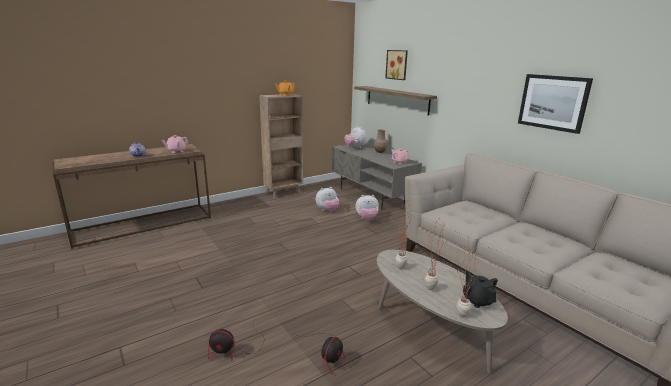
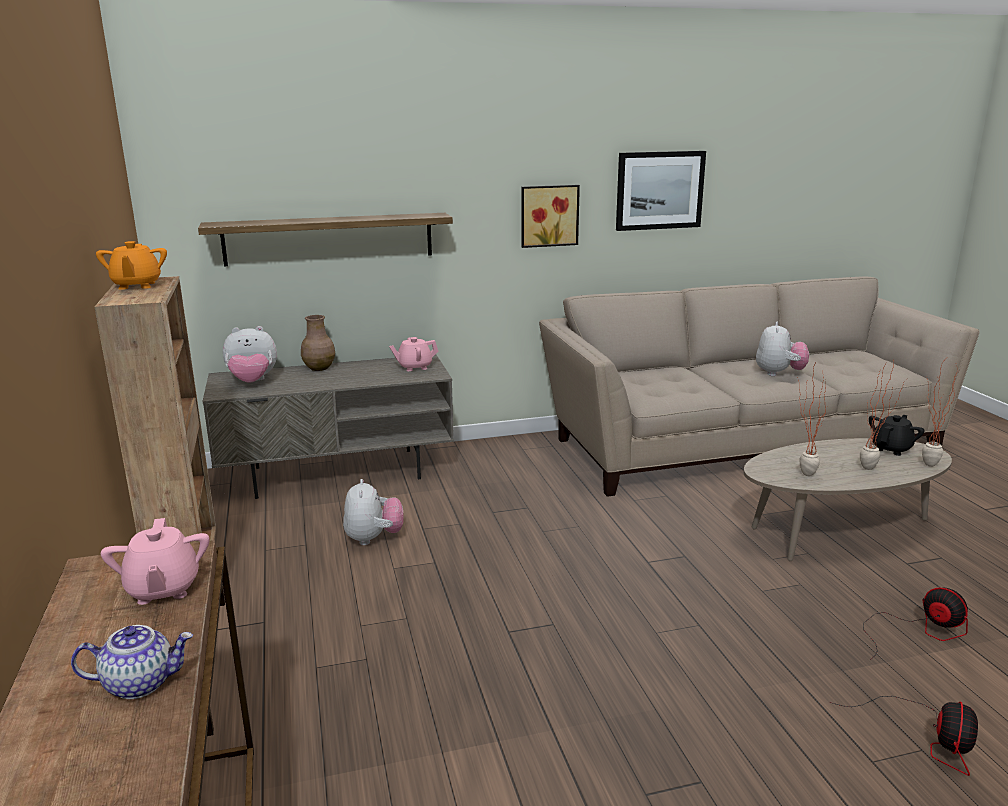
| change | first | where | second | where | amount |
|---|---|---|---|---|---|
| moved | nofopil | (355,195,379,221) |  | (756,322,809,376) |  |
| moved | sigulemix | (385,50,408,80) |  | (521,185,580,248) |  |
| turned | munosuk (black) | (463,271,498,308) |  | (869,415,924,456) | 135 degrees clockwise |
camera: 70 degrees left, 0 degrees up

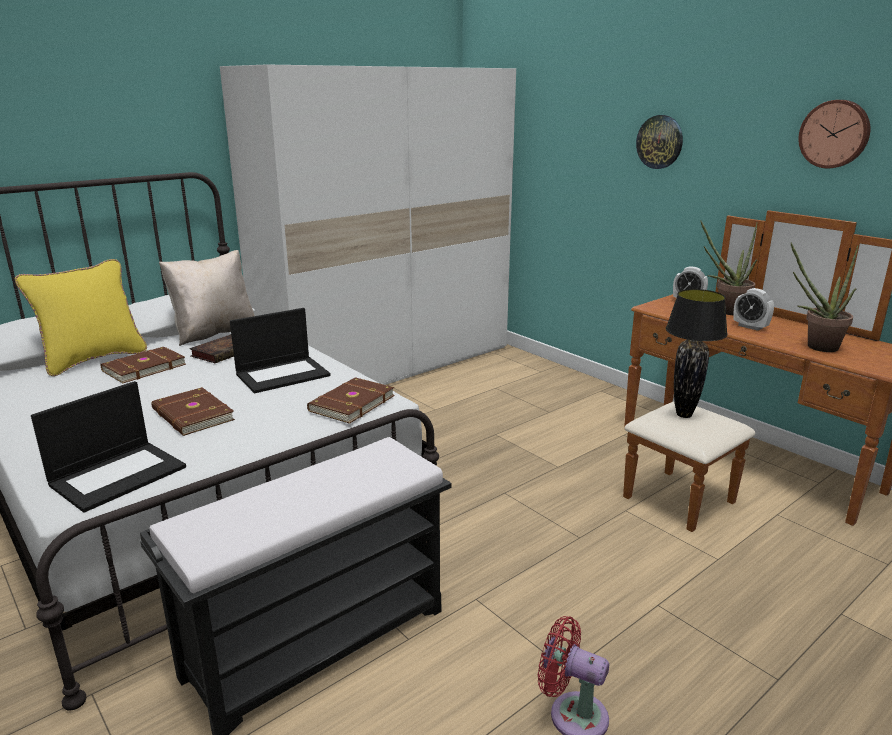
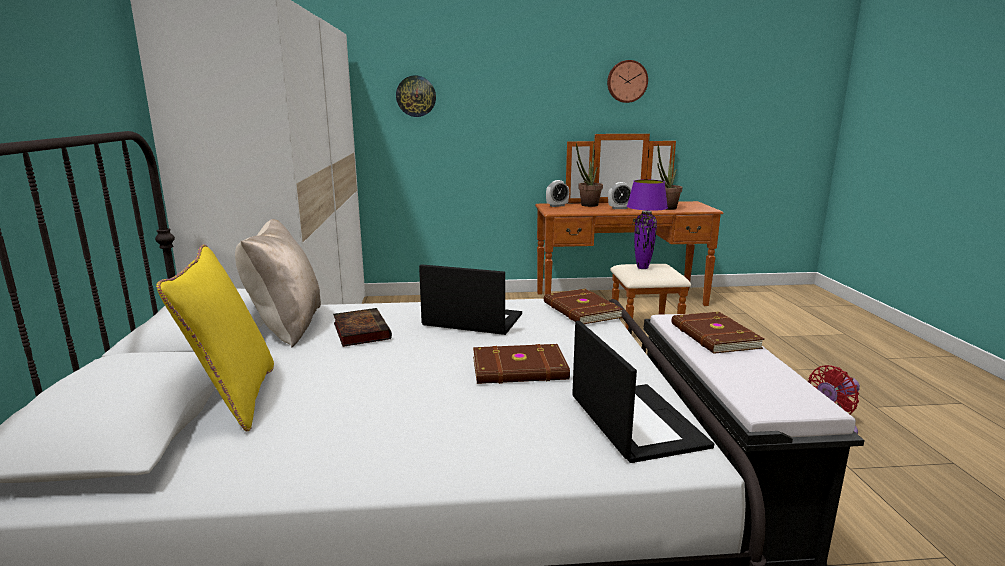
| change | first | where | second | where | amount |
|---|---|---|---|---|---|
| moved | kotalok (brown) | (101,347,186,383) |  | (671,312,765,354) |  |
| turned | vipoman | (230,308,331,393) |  | (419,264,522,335) | 75 degrees counterclockwise |
| moved | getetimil | (636,115,683,169) |  | (396,75,436,117) |  |
| recoloured | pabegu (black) | (666,289,728,418) | pabegu (purple) | (627,179,668,269) |  |
camera: 55 degrees left, 5 degrees down

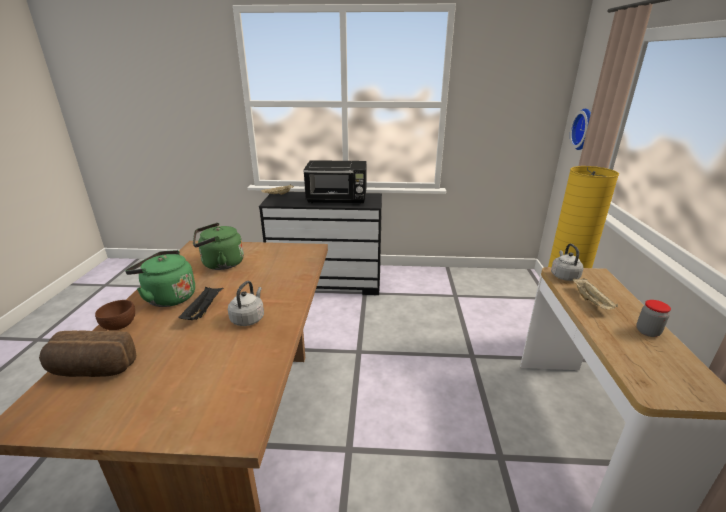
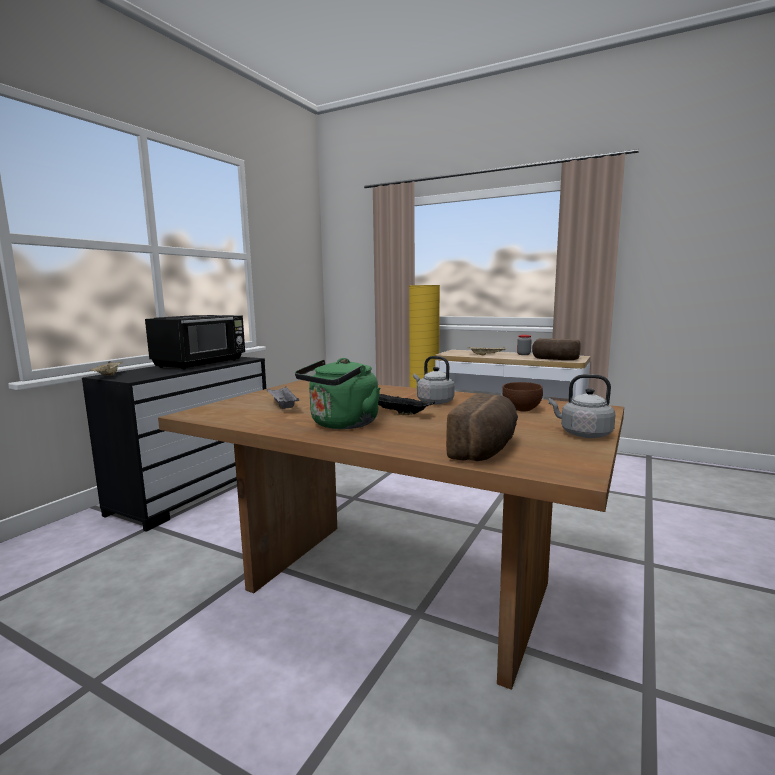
| change | first | where | second | where | amount |
|---|---|---|---|---|---|
| moved | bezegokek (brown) | (95,300,135,330) |  | (502,382,543,412) |  |
| replaced | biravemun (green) | (193,223,244,270) | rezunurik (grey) | (266,387,299,409) |  |
| moved | biravemun (grey) | (551,244,583,281) |  | (548,374,616,438) |  |
| removed | getetimil | (570,109,591,150) |  |  |  |
| added |  |  | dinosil | (532,338,580,360) |  |
camera: 65 degrees left, 15 degrees down

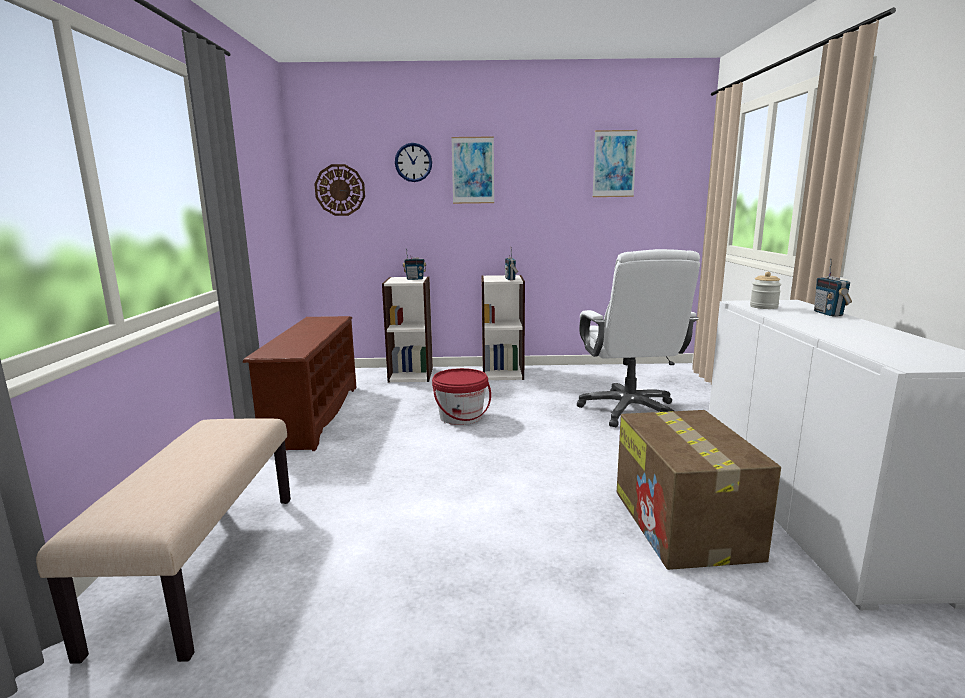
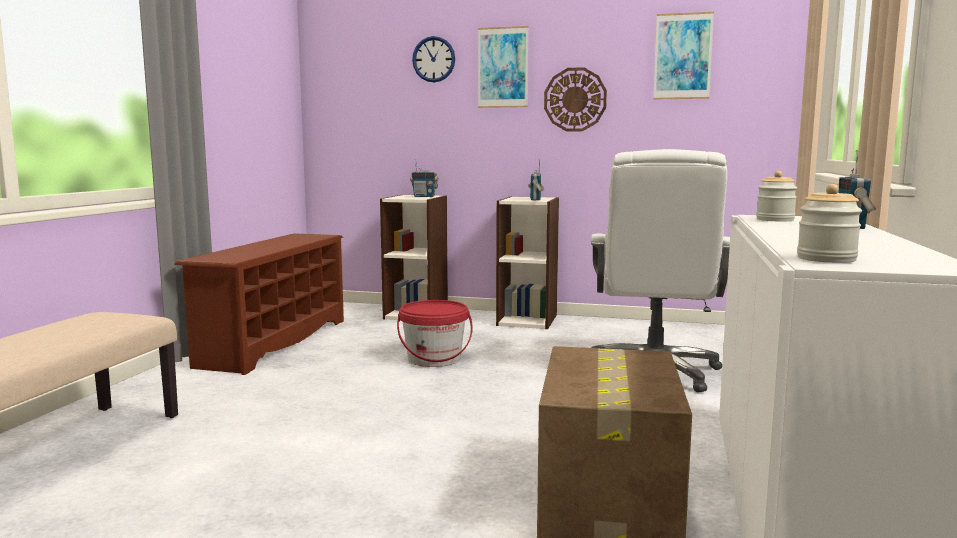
| change | first | where | second | where | amount |
|---|---|---|---|---|---|
| moved | getetimil | (315,164,365,216) |  | (544,67,607,131) |  |
| added |  |  | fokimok | (797,184,862,263) |  |
camera: 15 degrees right, 5 degrees down

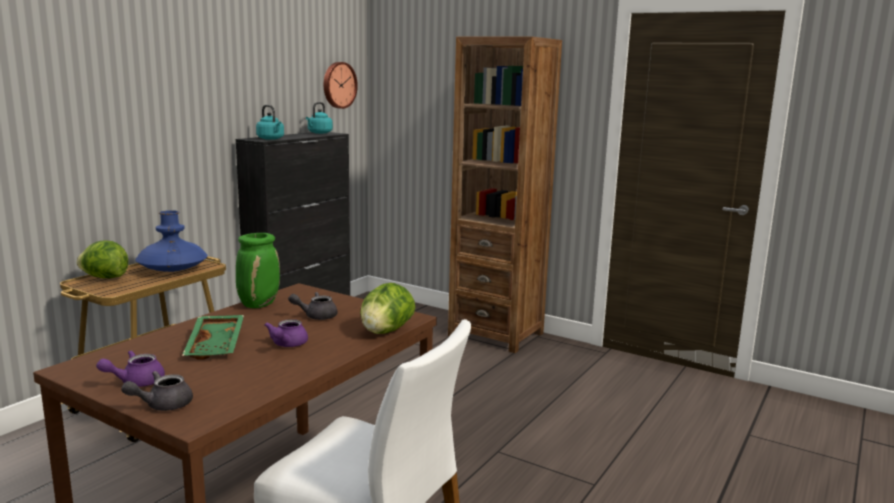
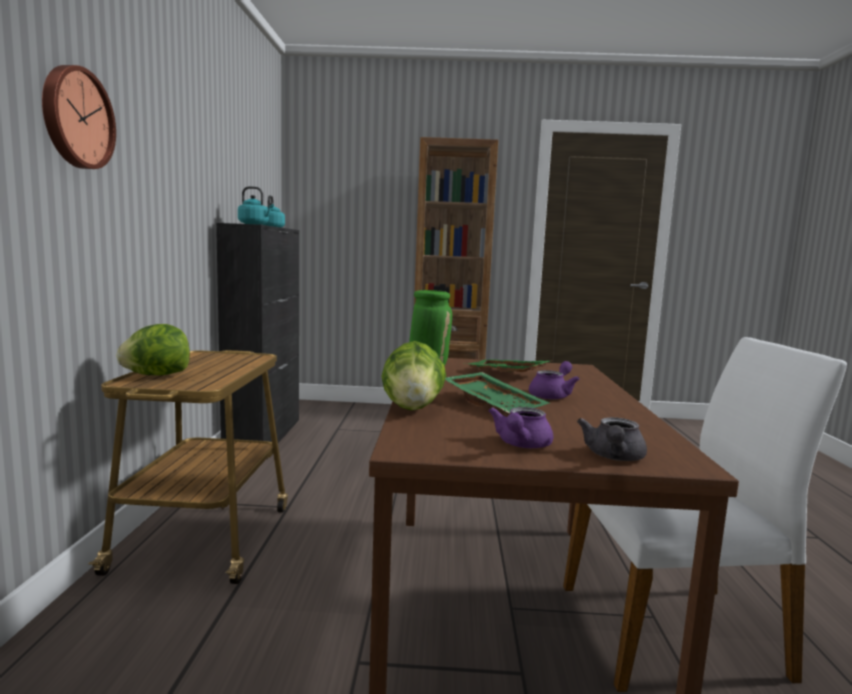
| change | first | where | second | where | amount |
|---|---|---|---|---|---|
| removed | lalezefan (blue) | (135,210,208,272) |  |  |  |
| turned | munosuk (purple) | (264,319,308,347) |  | (529,361,579,400) | 120 degrees counterclockwise |
| replaced | munosuk (grey) | (288,292,338,320) | rezunurik (green) | (469,359,550,372) |  |
| moved | getetimil | (324,62,358,109) |  | (42,65,116,169) |  |
| moved | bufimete | (360,283,415,334) |  | (381,341,446,411) |  |
camera: 30 degrees left, 5 degrees down

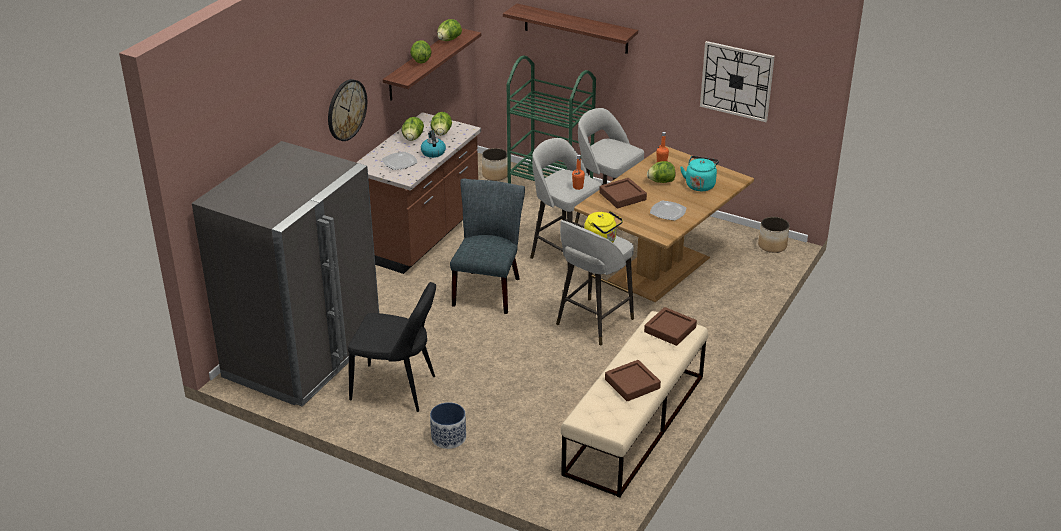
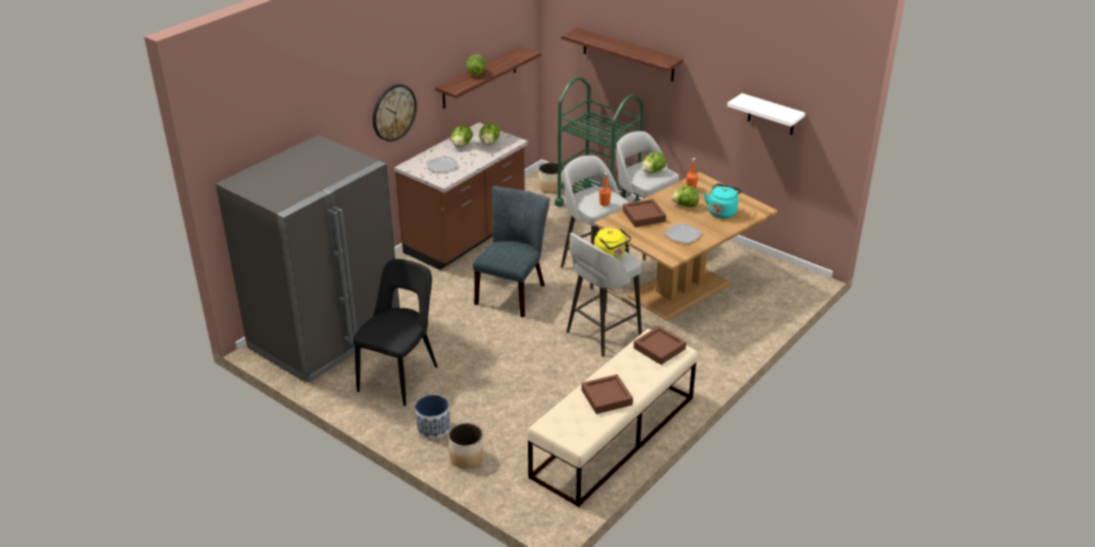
| change | first | where | second | where | amount |
|---|---|---|---|---|---|
| turned | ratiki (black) | (348,282,436,412) |  | (353,259,438,406) | 90 degrees counterclockwise |
| removed | biravemun | (421,130,446,158) |  |  |  |
| moved | bufimete | (437,19,462,41) |  | (642,152,666,173) |  |
| replaced | getetimil | (700,41,775,122) | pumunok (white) | (727,93,805,135) |  |
| moved | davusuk | (758,217,790,253) |  | (448,423,484,468) |  |
camera: 10 degrees right, 0 degrees up

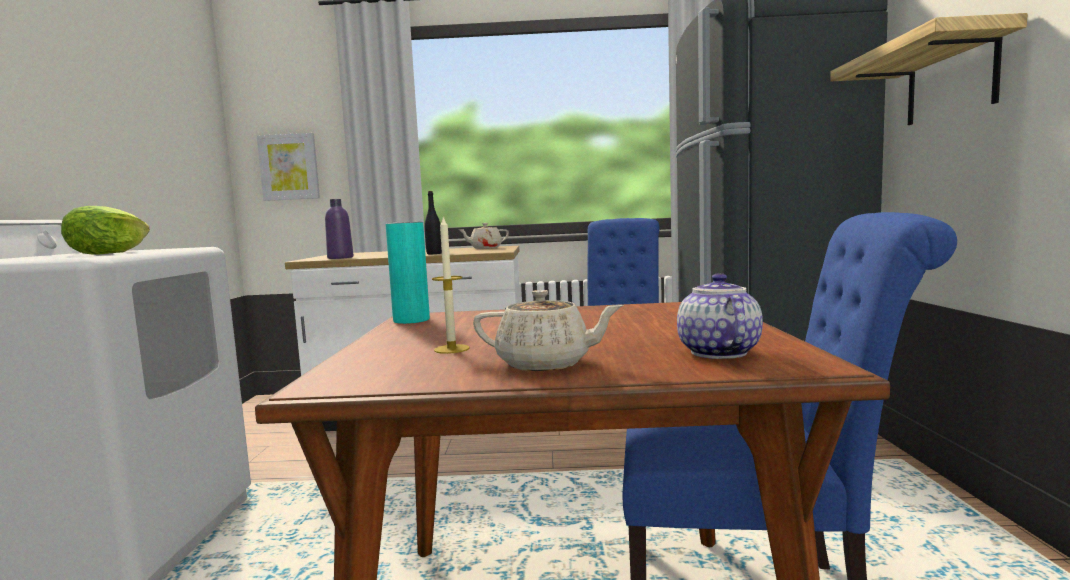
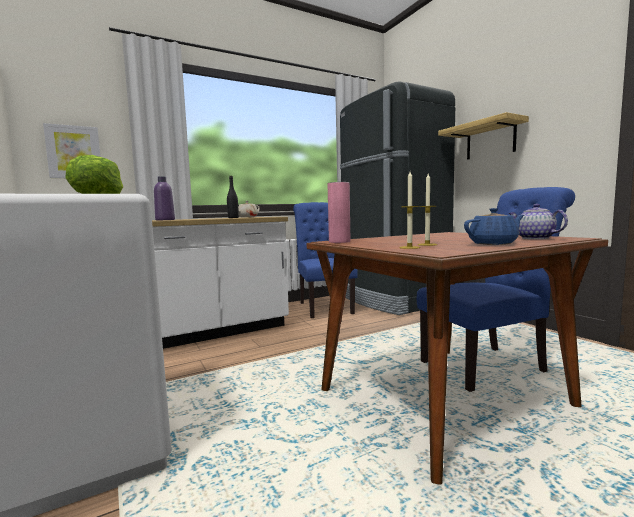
| change | first | where | second | where | amount |
|---|---|---|---|---|---|
| recoloured | lalezefan (turquoise) | (386,222,430,324) | lalezefan (pink) | (328,182,350,243) |  |
| recoloured | munosuk (beige) | (473,290,624,371) | munosuk (blue) | (464,208,524,245) |  |
| added |  |  | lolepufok | (399,172,420,249) |  |
camera: 30 degrees left, 0 degrees up

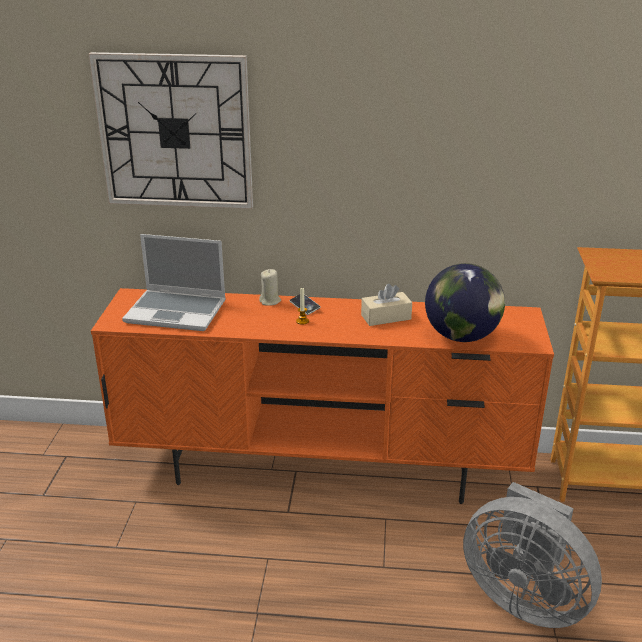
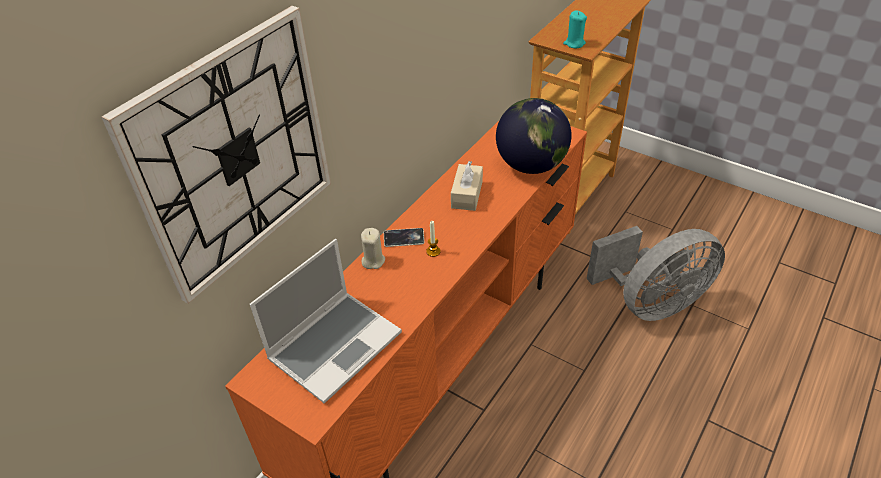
| change | first | where | second | where | amount |
|---|---|---|---|---|---|
| added |  |  | lolepufok (turquoise) | (563,10,587,48) |  |
camera: 60 degrees left, 15 degrees up

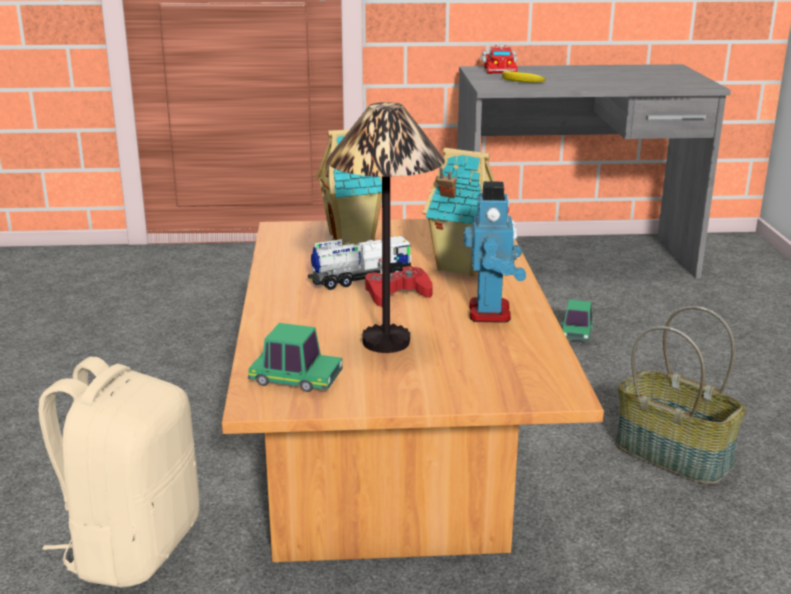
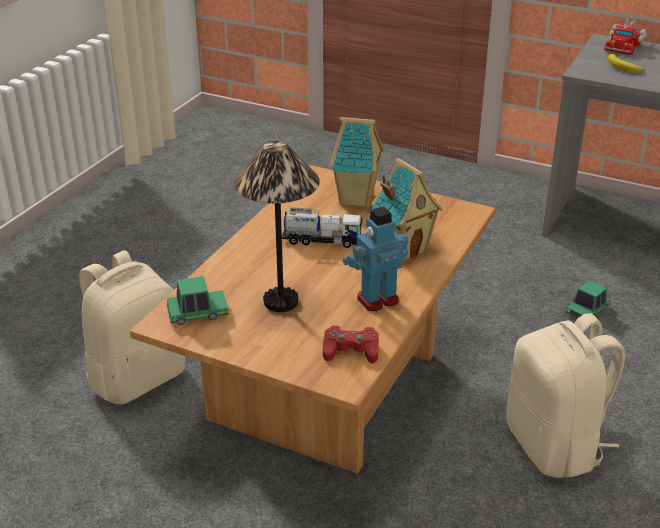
| change | first | where | second | where | amount |
|---|---|---|---|---|---|
| turned | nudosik | (248,323,342,392) |  | (167,276,228,325) | 60 degrees counterclockwise |
| moved | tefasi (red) | (365,266,433,307) |  | (323,326,379,363) |  |
| turned | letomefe | (464,181,526,323) |  | (343,206,408,311) | 150 degrees counterclockwise |
| replaced | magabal | (615,306,746,485) | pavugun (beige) | (506,313,625,478) |  |
camera: 30 degrees right, 10 degrees up

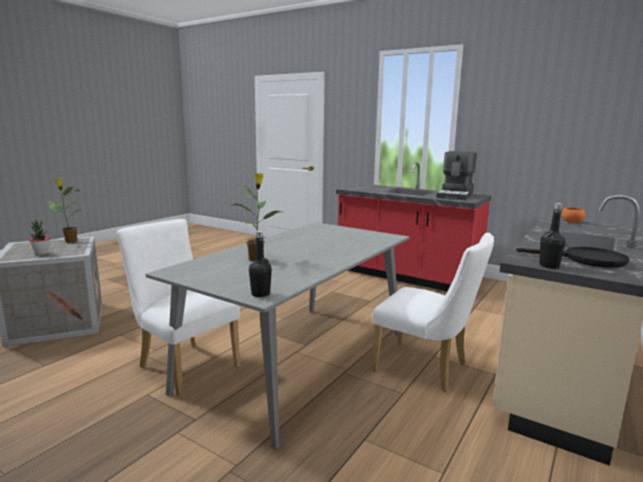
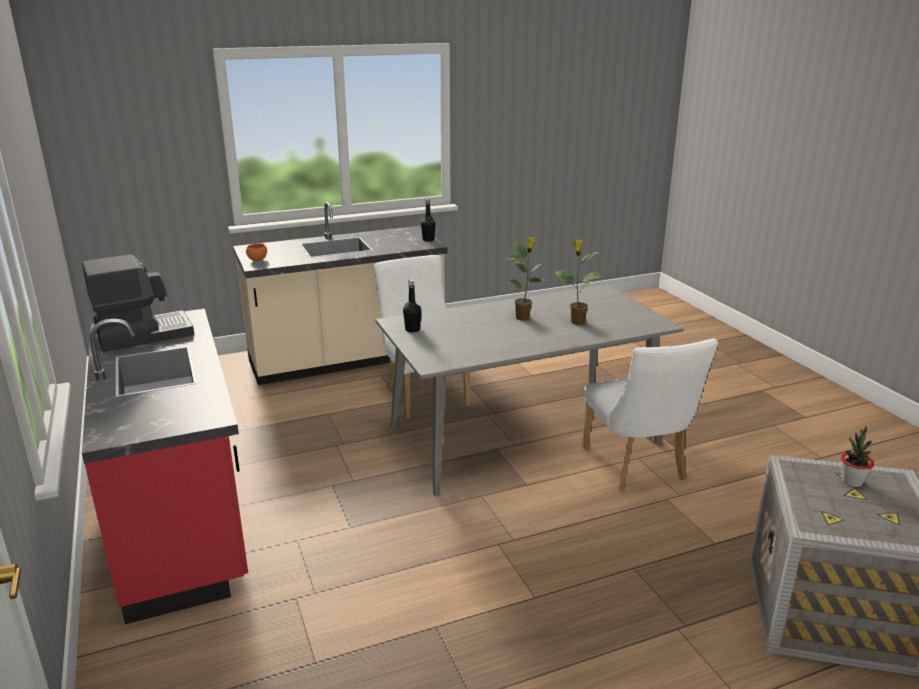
| change | first | where | second | where | amount |
|---|---|---|---|---|---|
| moved | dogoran | (47,178,81,243) |  | (505,237,545,321) |  |
| moved | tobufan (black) | (249,231,272,297) |  | (403,280,421,332) |  |
| removed | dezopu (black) | (516,247,629,268) |  |  |  |
camera: 145 degrees left, 10 degrees up

